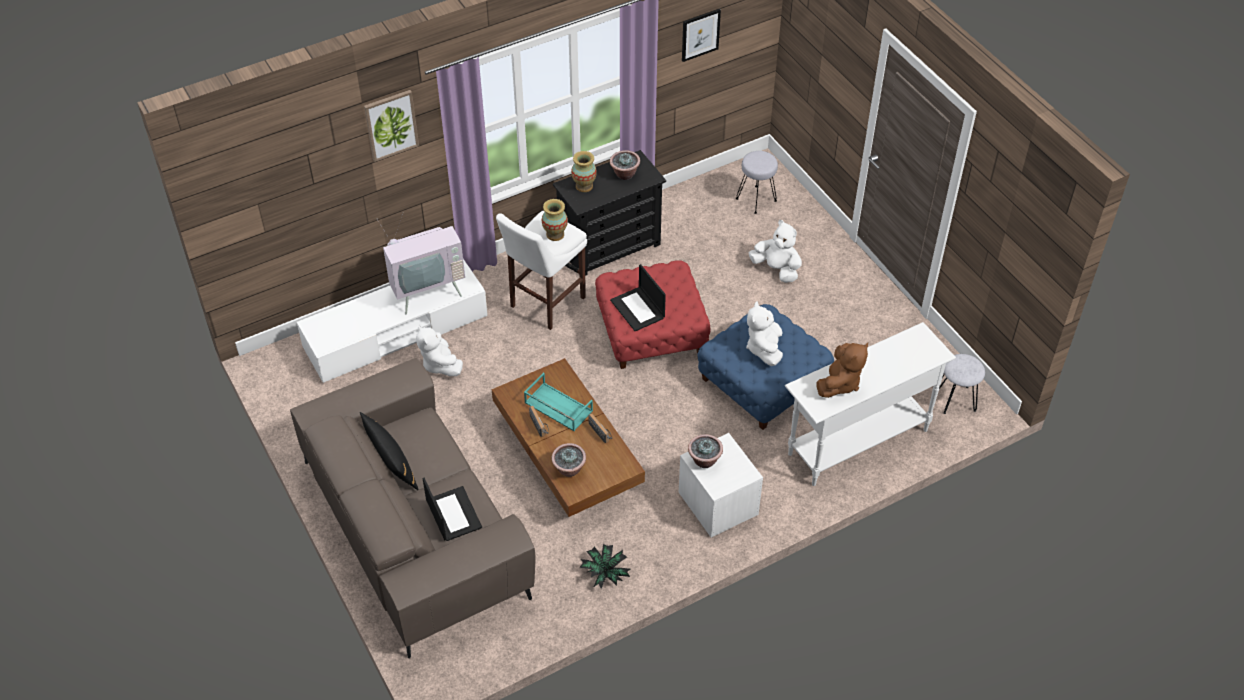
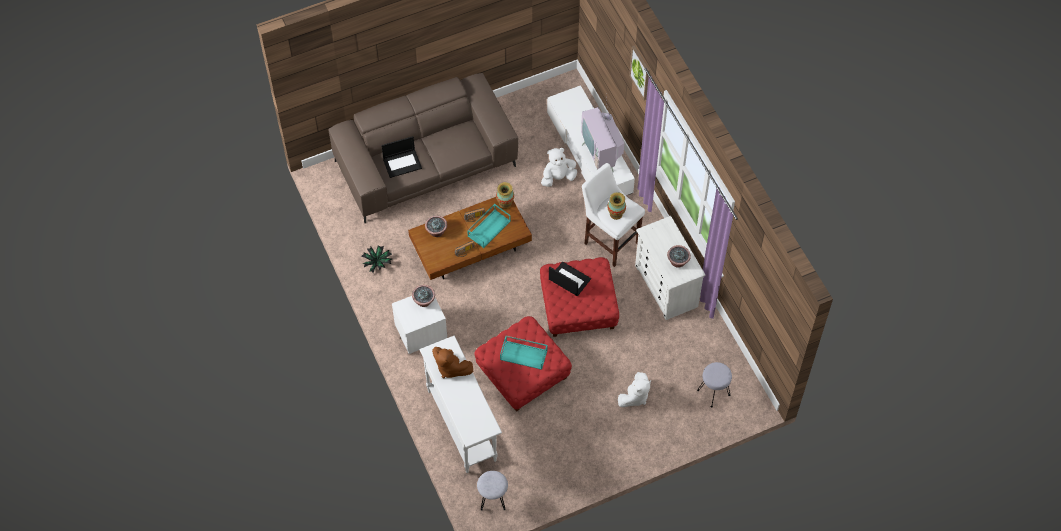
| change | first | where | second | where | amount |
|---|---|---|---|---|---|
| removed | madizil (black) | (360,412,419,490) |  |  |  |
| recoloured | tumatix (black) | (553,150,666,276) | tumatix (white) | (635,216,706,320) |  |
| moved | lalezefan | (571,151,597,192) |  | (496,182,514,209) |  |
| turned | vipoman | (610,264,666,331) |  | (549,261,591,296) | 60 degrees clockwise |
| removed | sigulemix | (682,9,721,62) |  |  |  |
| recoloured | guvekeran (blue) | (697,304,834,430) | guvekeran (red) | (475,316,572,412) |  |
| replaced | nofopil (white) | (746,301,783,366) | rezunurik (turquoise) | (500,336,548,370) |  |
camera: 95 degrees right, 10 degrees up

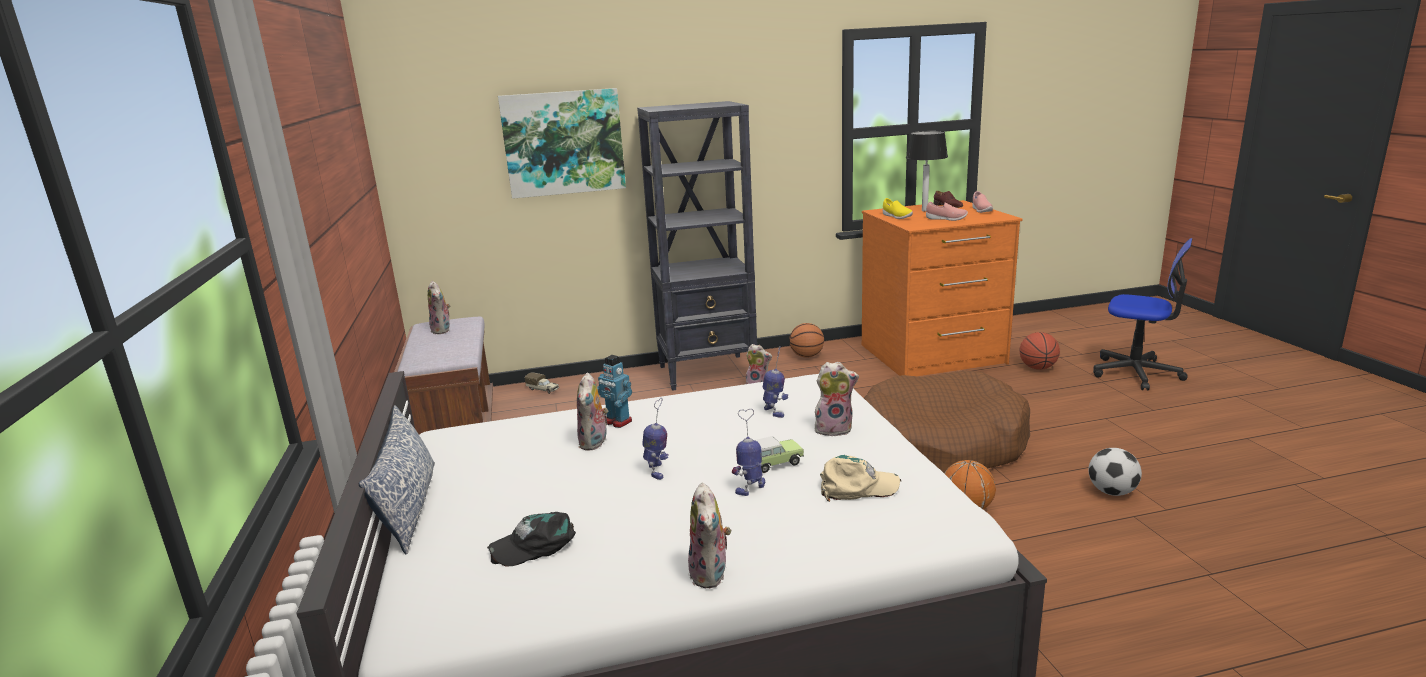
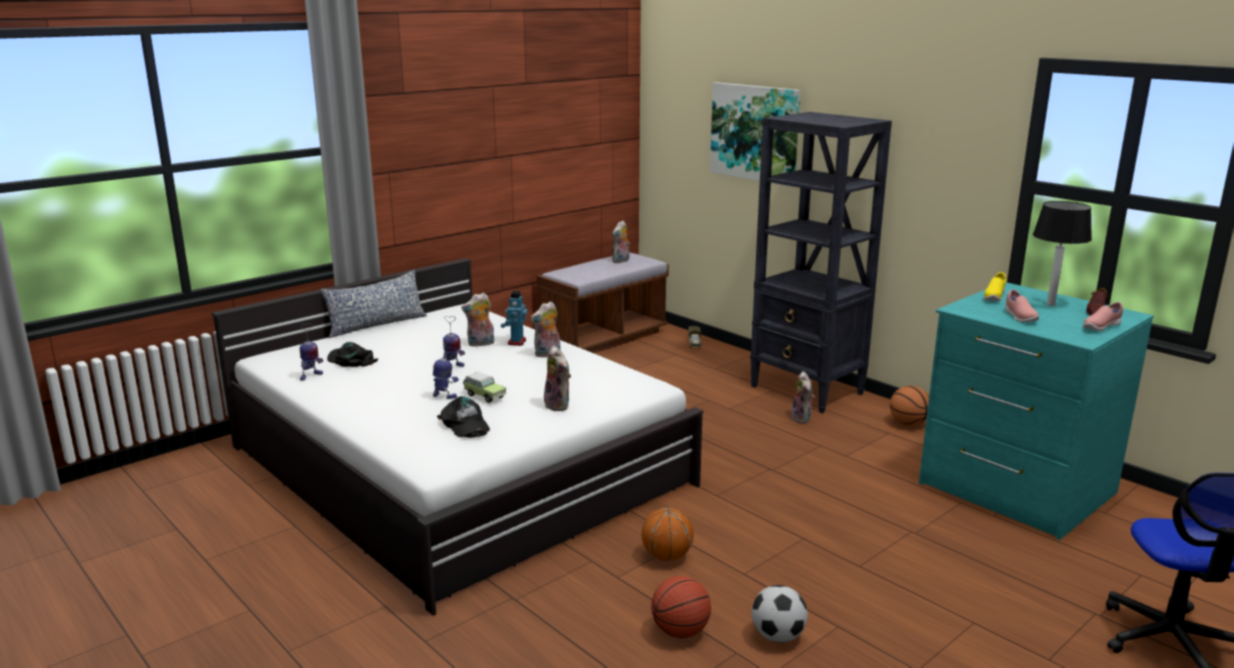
| change | first | where | second | where | amount |
|---|---|---|---|---|---|
| moved | nofopil | (688,483,731,588) |  | (530,301,561,358) |  |
| moved | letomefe | (763,347,788,418) |  | (300,323,323,381) |  |
| recoloured | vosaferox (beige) | (820,455,901,502) | vosaferox (black) | (437,396,490,438) |  |
| recoloured | tumatix (orange) | (862,200,1022,376) | tumatix (turquoise) | (919,282,1154,540) |  |
| removed | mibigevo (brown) | (864,370,1030,473) |  |  |  |
| moved | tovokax | (1020,332,1060,370) |  | (651,576,711,638) |  |
camera: 60 degrees right, 0 degrees up

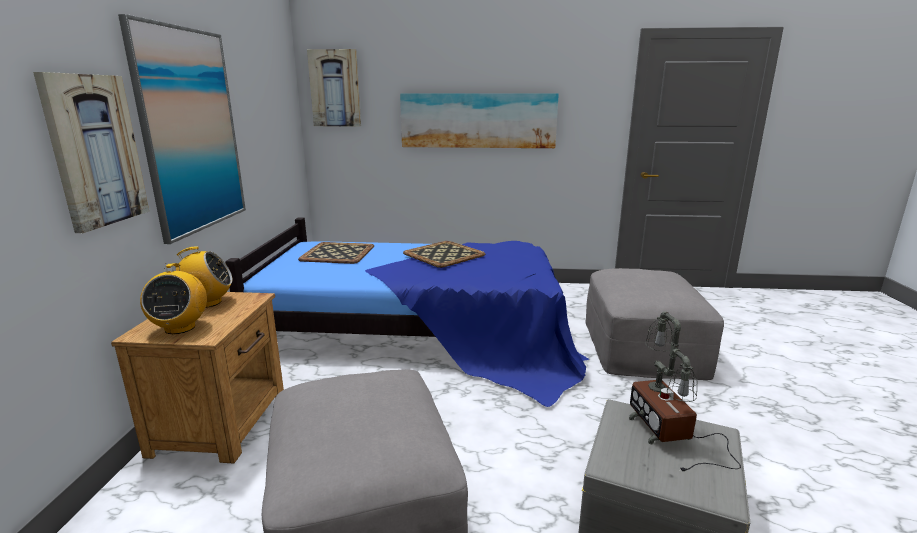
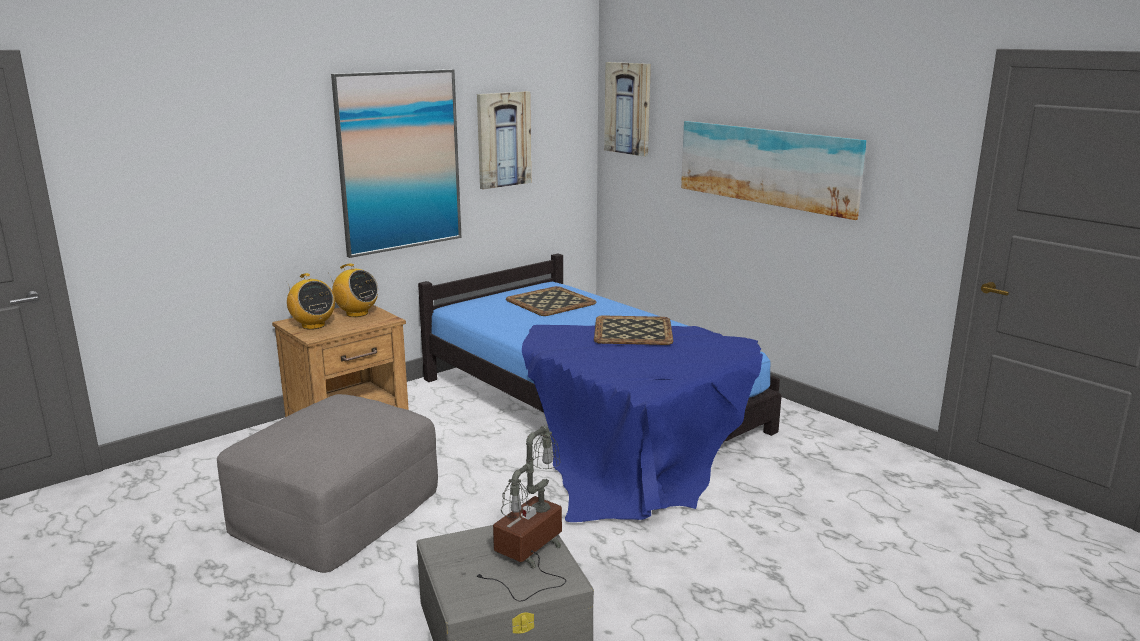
| change | first | where | second | where | amount |
|---|---|---|---|---|---|
| moved | sigulemix | (33,72,149,233) |  | (477,91,531,190) |  |
| turned | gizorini | (140,263,207,334) |  | (287,273,335,330) | 75 degrees counterclockwise |
| removed | guvekeran (grey) | (586,268,724,380) |  |  |  |
camera: 45 degrees right, 0 degrees up

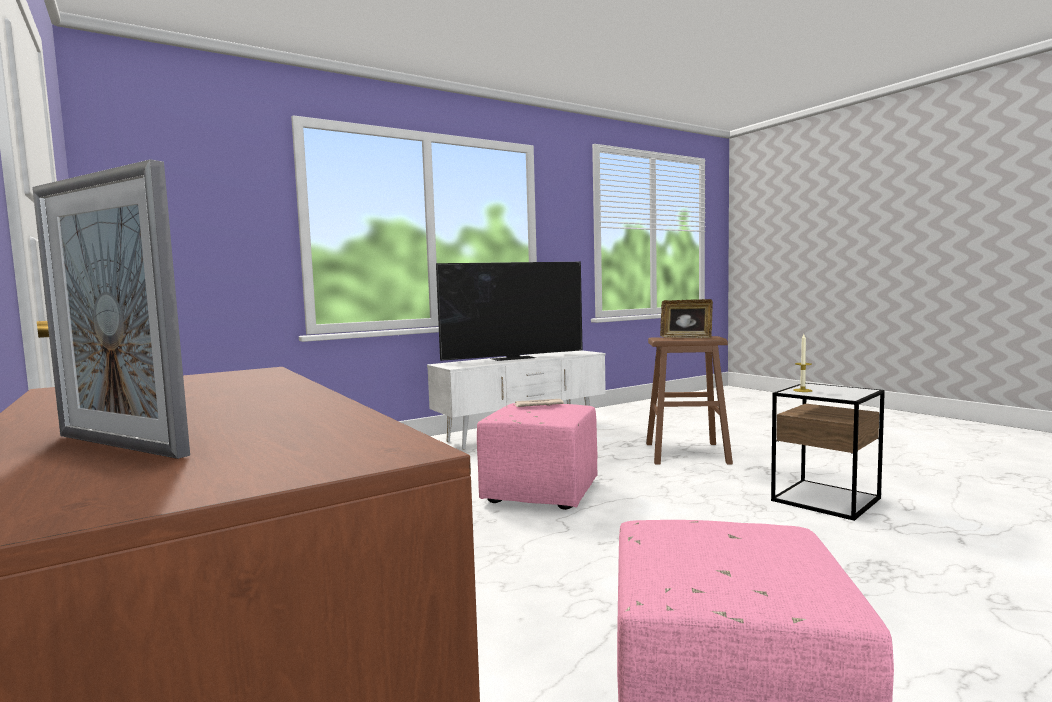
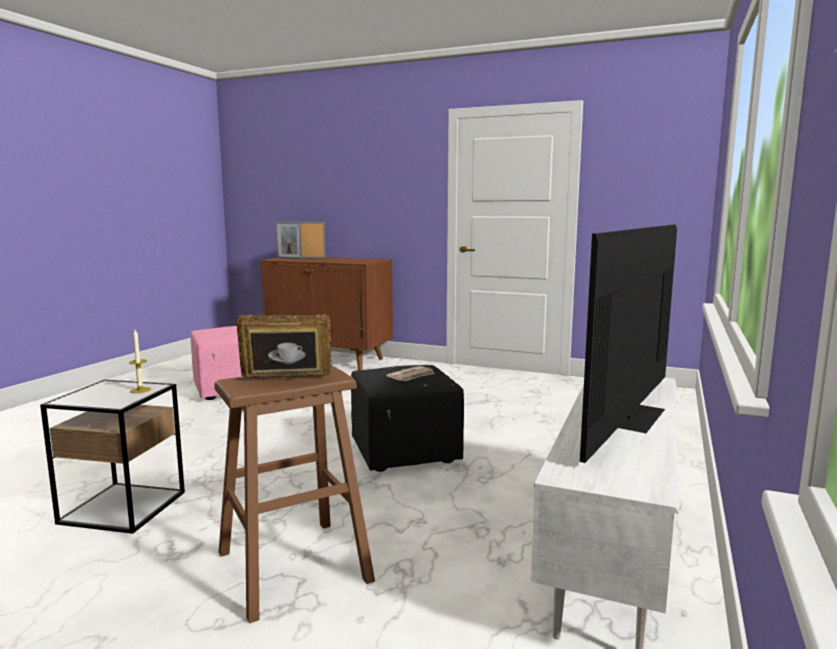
| change | first | where | second | where | amount |
|---|---|---|---|---|---|
| recoloured | guvekeran (pink) | (477,403,597,510) | guvekeran (black) | (351,365,464,472) |  |
| added |  |  | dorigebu | (276,222,302,259) |  |
camera: 145 degrees right, 5 degrees up

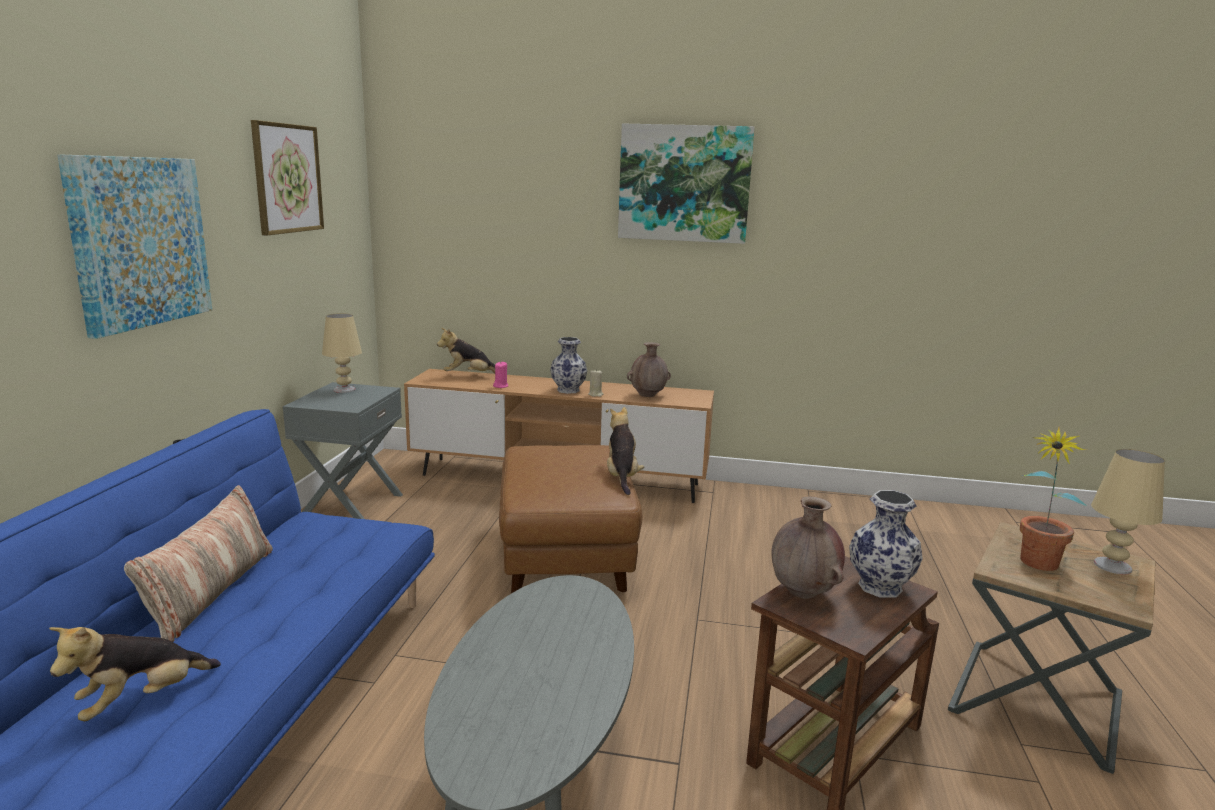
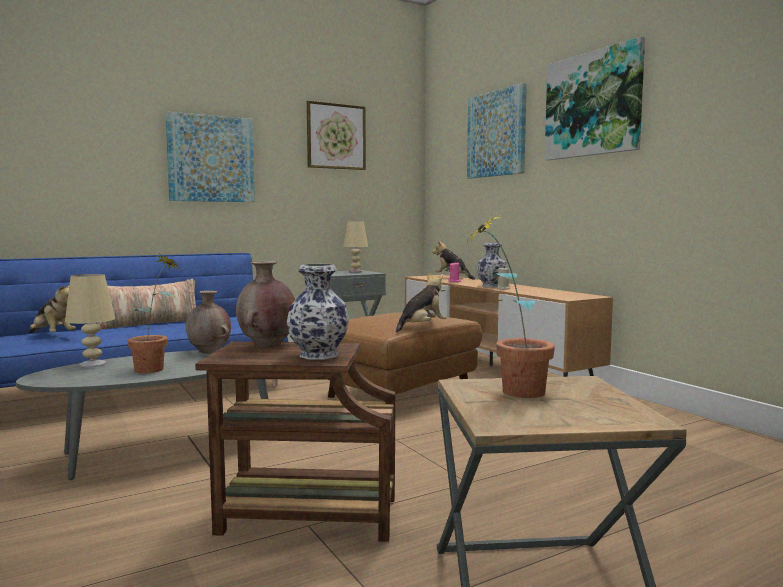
| change | first | where | second | where | amount |
|---|---|---|---|---|---|
| turned | nofopil | (49,627,221,721) |  | (28,284,76,333) | 150 degrees counterclockwise |
| moved | lalezefan (brown) | (627,342,671,397) |  | (186,291,231,354) |  |
| moved | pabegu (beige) | (1091,449,1165,574) |  | (65,274,115,367) |  |
| added |  |  | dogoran | (128,255,181,373) |  |
| added |  |  | sigulemix | (467,83,527,179) |  |
camera: 50 degrees right, 10 degrees down

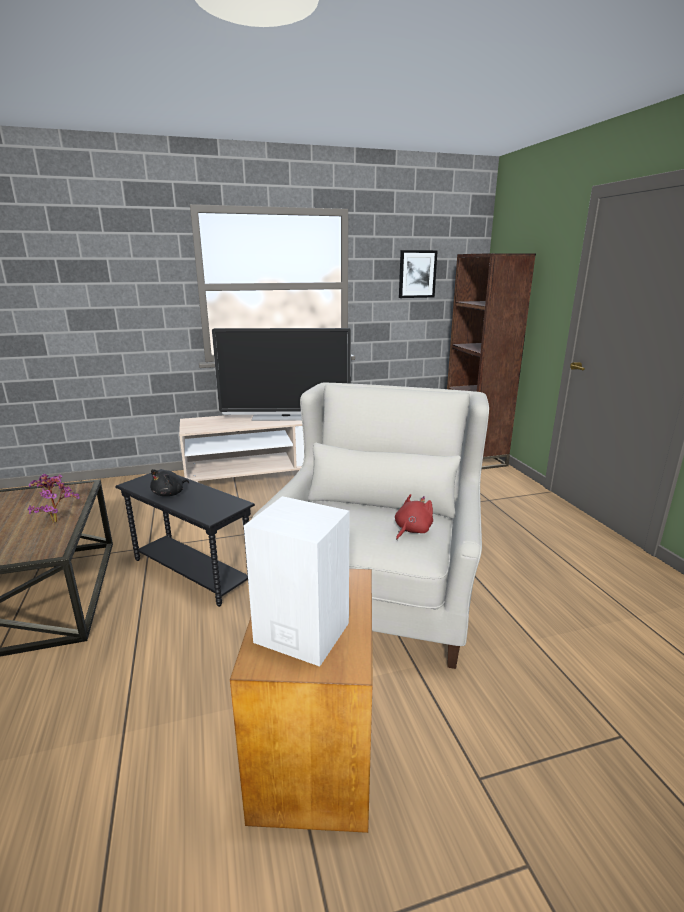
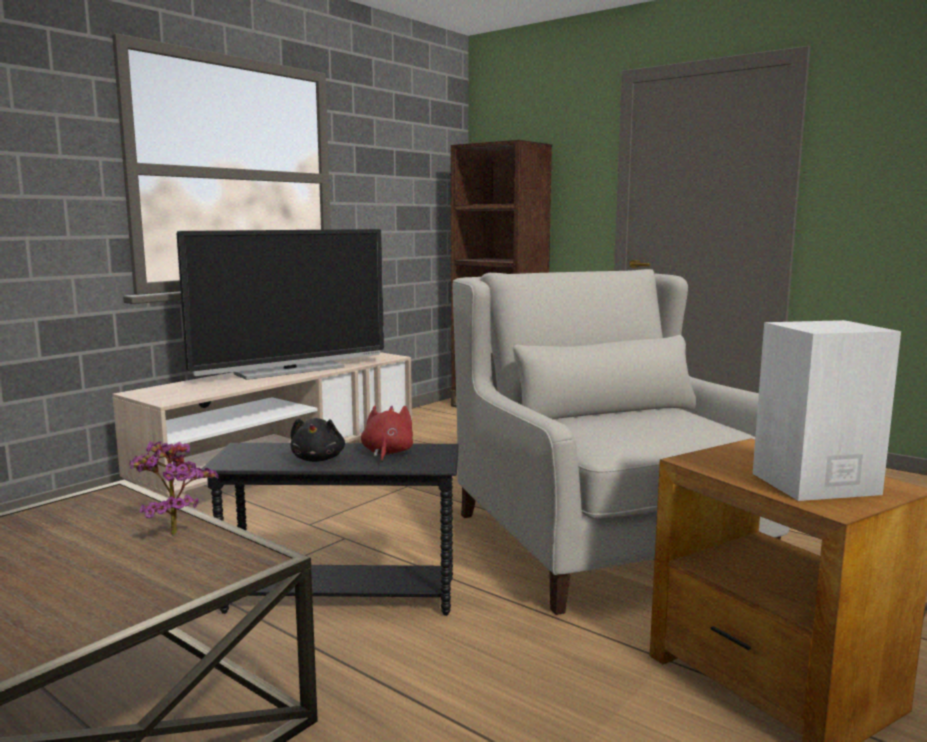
| change | first | where | second | where | amount |
|---|---|---|---|---|---|
| moved | nofopil (red) | (395,494,433,540) |  | (361,405,413,462) |  |
| removed | sigulemix | (399,250,438,298) |  |  |  |
camera: 35 degrees left, 10 degrees down

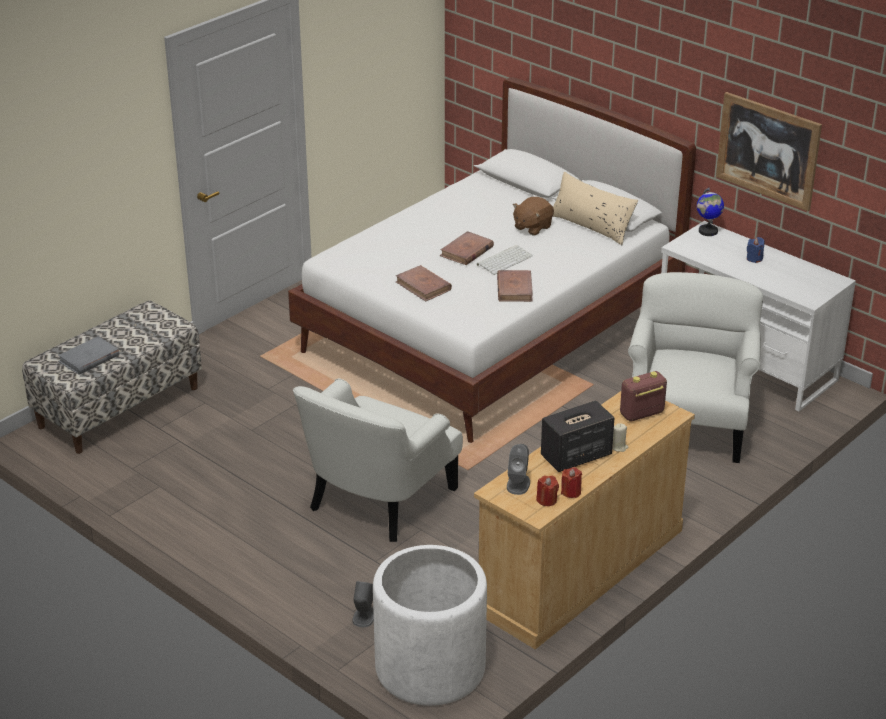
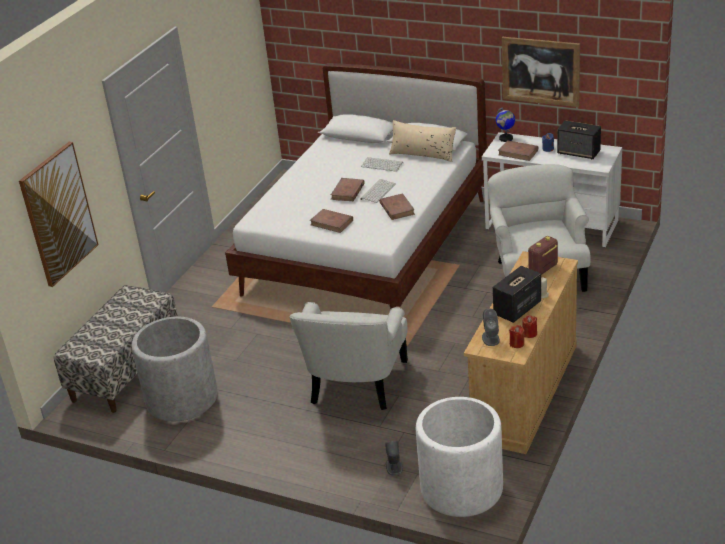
| change | first | where | second | where | amount |
|---|---|---|---|---|---|
| removed | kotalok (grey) | (58,336,119,375) |  |  |  |
| replaced | nofopil (brown) | (513,197,554,235) | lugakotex | (361,157,403,172) |  |
| added |  |  | sigulemix | (19,142,98,287) |  |
| added |  |  | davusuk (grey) | (131,317,218,421) |  |
| added |  |  | kotalok (brown) | (498,140,538,161) |  |
| added |  |  | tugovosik | (557,120,601,160) |  |
camera: 15 degrees left, 0 degrees up

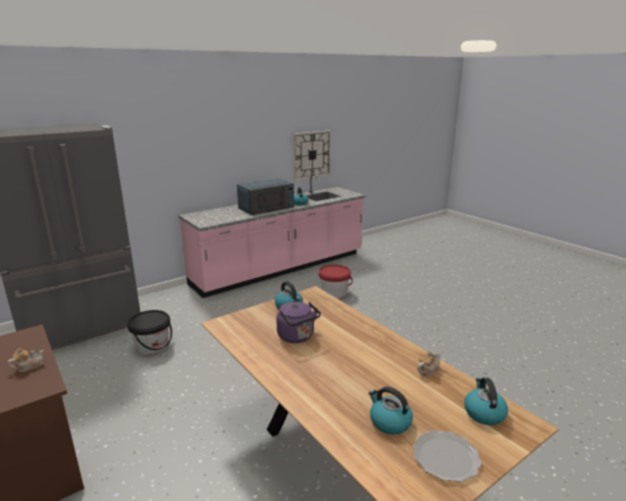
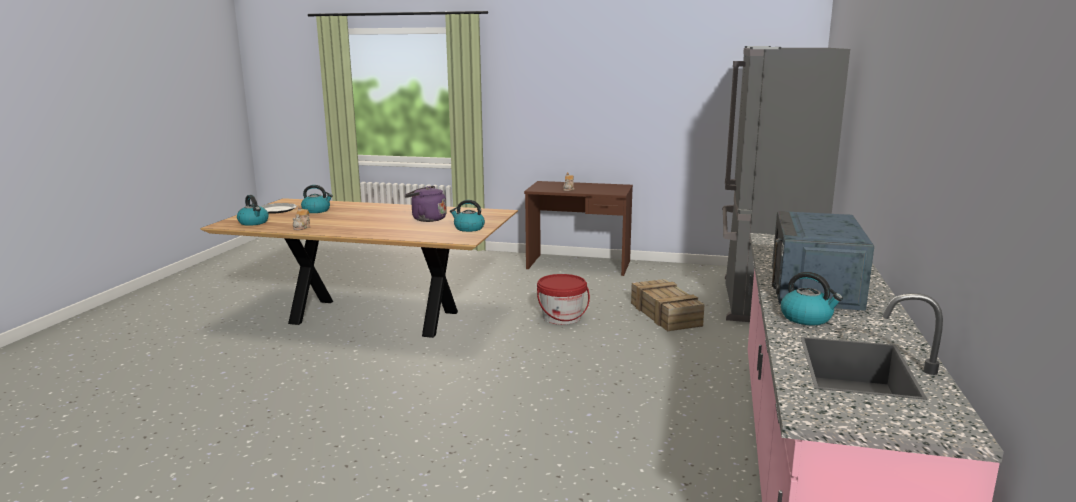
| change | first | where | second | where | amount |
|---|---|---|---|---|---|
| replaced | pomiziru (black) | (127,310,172,355) | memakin | (631,279,705,331) |  |
| removed | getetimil | (293,130,331,181) |  |  |  |
| moved | pomiziru (red) | (319,265,353,299) |  | (537,274,590,325) |  |
camera: 140 degrees right, 5 degrees down

